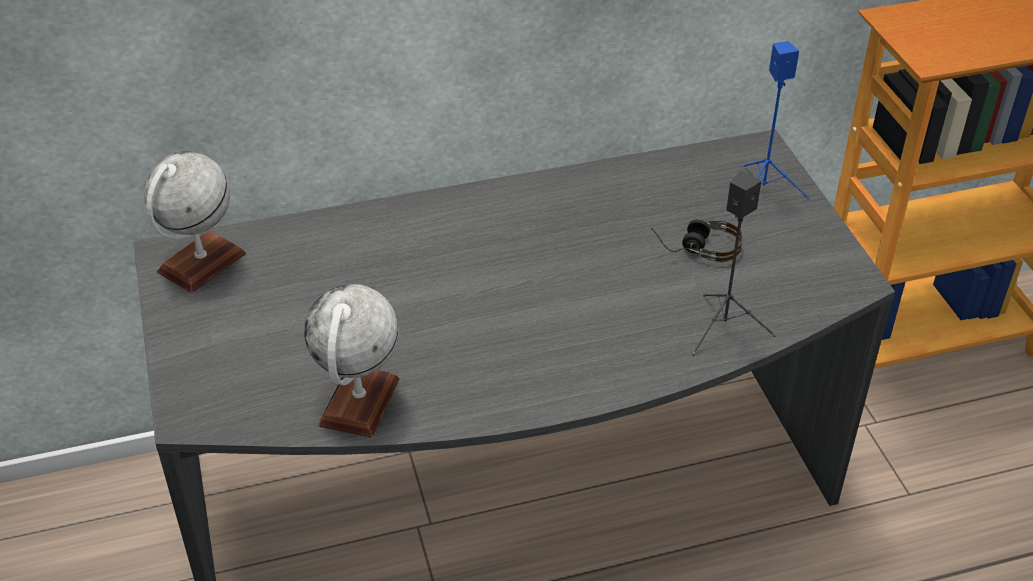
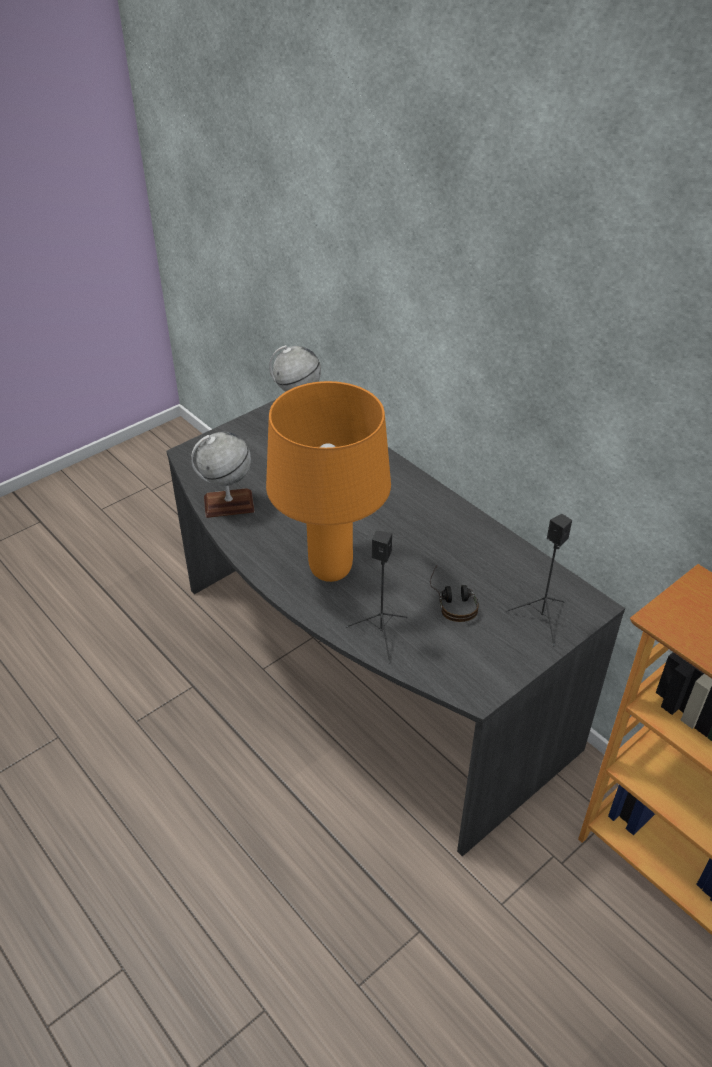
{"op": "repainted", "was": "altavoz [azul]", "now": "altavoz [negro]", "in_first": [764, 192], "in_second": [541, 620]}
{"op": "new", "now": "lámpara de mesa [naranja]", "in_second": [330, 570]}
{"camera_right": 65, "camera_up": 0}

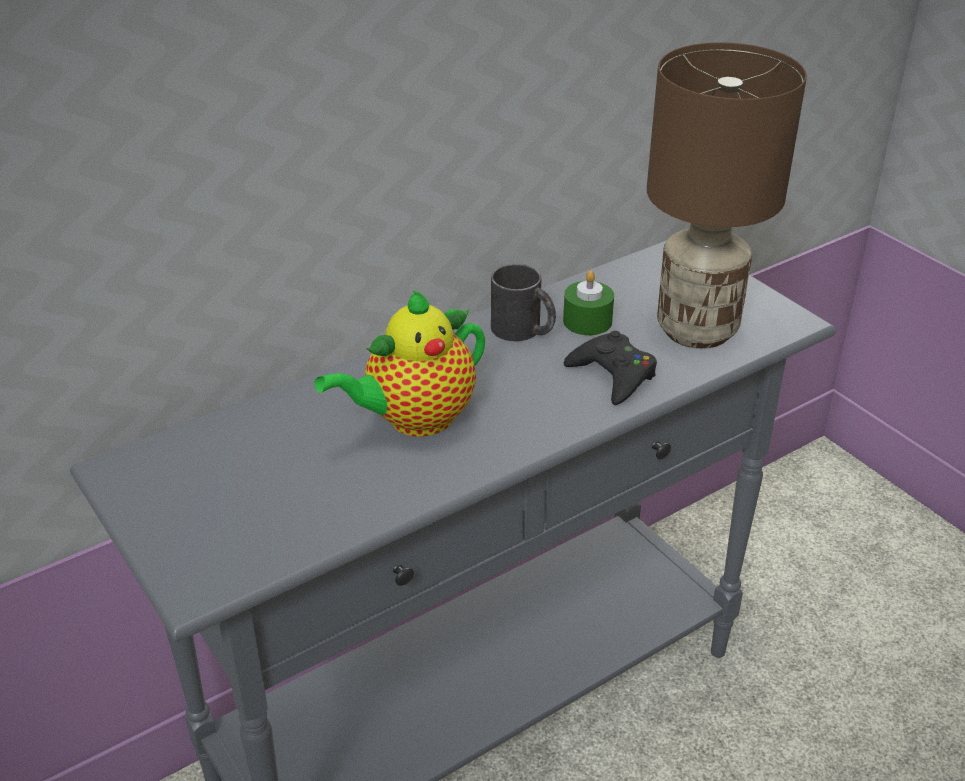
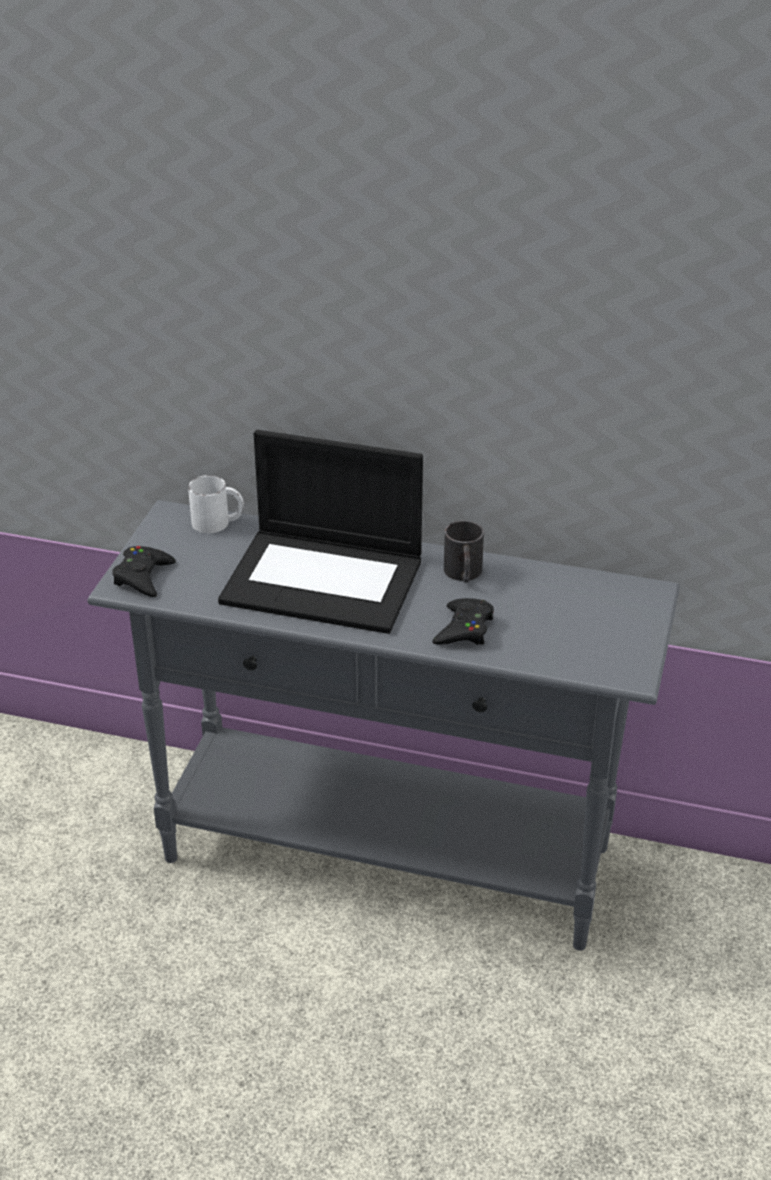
{"op": "swapped", "was": "tetera", "now": "portátil", "in_first": [414, 420], "in_second": [325, 580]}
{"op": "gone", "was": "vela [verde]", "in_first": [587, 321]}
{"op": "gone", "was": "lámpara de mesa [marrón]", "in_first": [697, 329]}
{"op": "new", "now": "mando de consola [negro]", "in_second": [143, 577]}
{"op": "new", "now": "taza grande [blanco]", "in_second": [218, 522]}
{"camera_right": 50, "camera_up": 0}

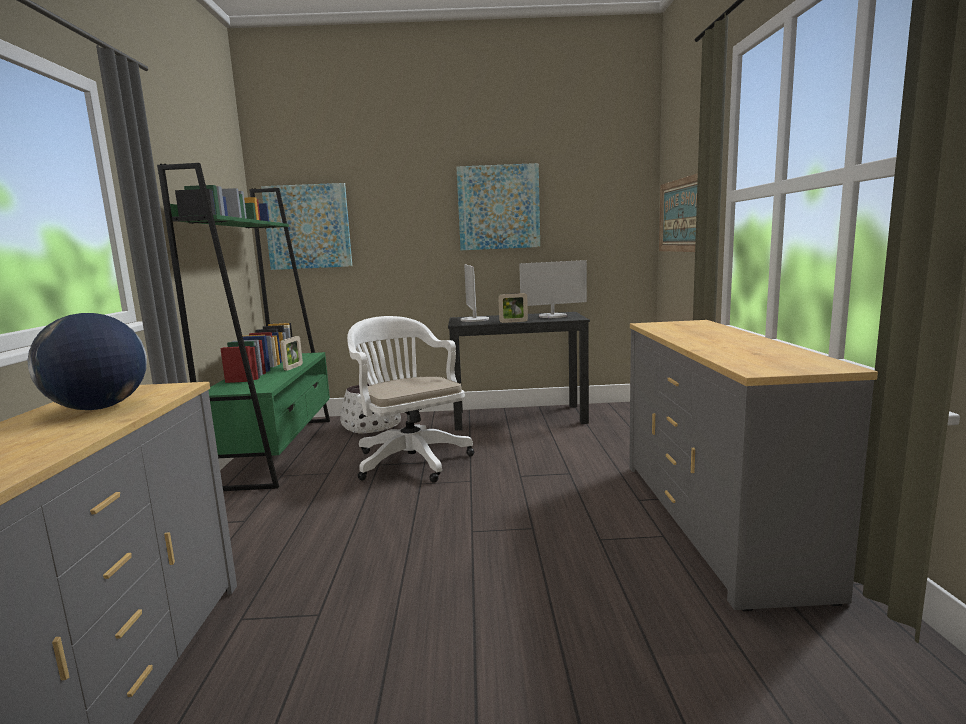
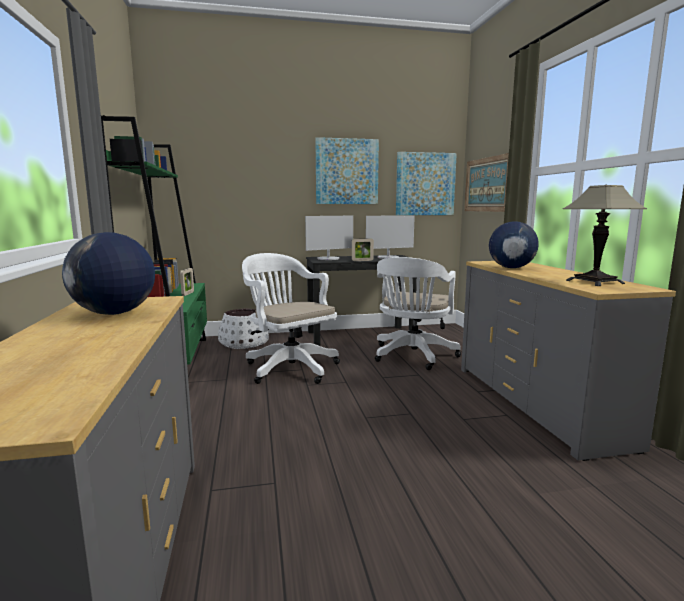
{"op": "shifted", "was": "cuadro", "in_first": [308, 227], "in_second": [425, 184]}
{"op": "rotated", "was": "monitor", "in_first": [474, 319], "in_second": [328, 258], "clockwise": -105}
{"op": "new", "now": "silla de oficina [blanco]", "in_second": [412, 356]}
{"op": "new", "now": "globo terráqueo", "in_second": [511, 268]}
{"op": "new", "now": "lámpara de mesa", "in_second": [594, 282]}
{"camera_right": -10, "camera_up": 0}

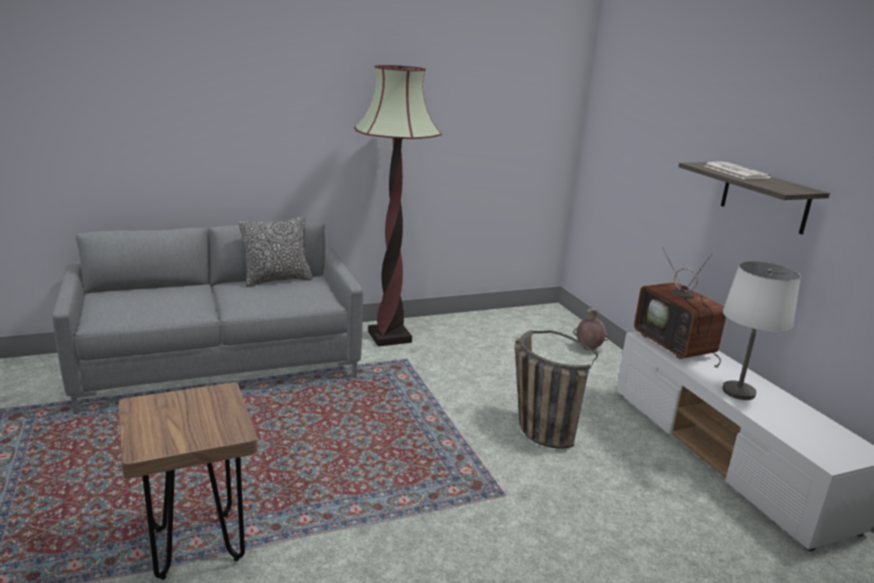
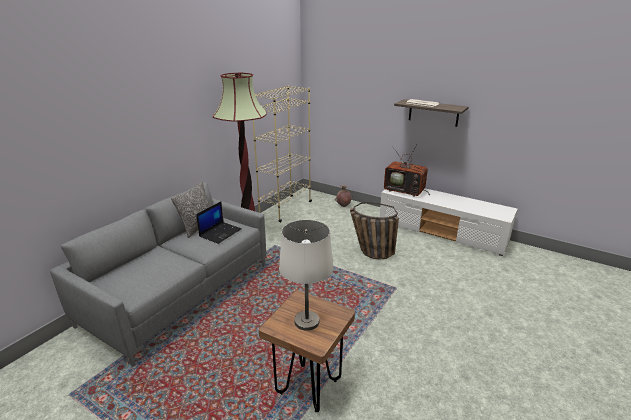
{"op": "shifted", "was": "lámpara de mesa [blanco]", "in_first": [739, 392], "in_second": [307, 321]}
{"op": "new", "now": "portátil", "in_second": [220, 232]}
{"op": "new", "now": "estantería [beis]", "in_second": [285, 208]}
{"camera_right": -35, "camera_up": 5}

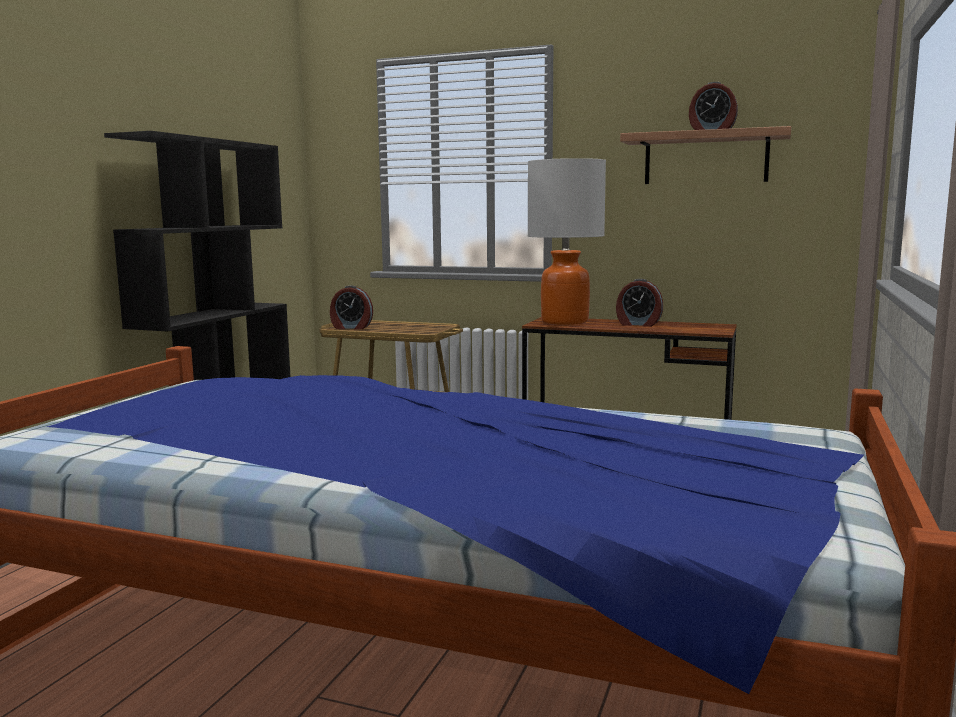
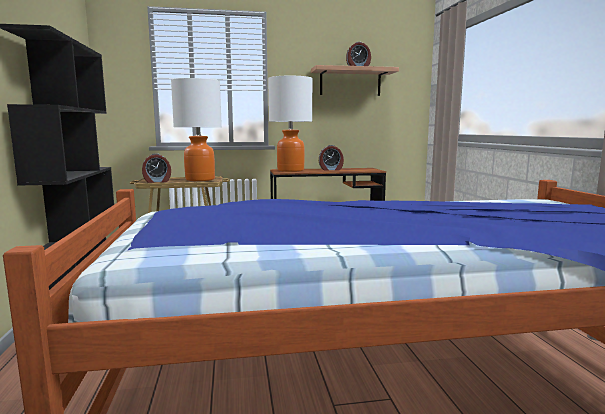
{"op": "new", "now": "lámpara de mesa", "in_second": [200, 179]}
{"camera_right": -30, "camera_up": 0}

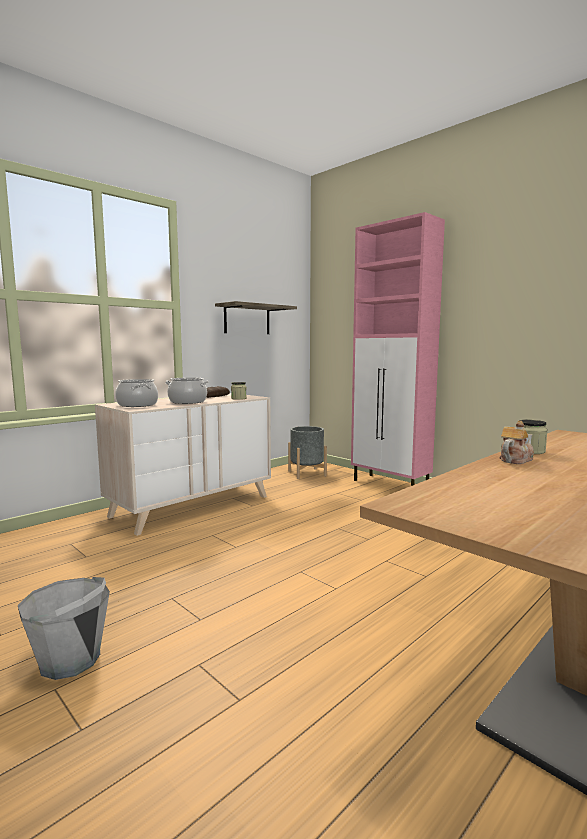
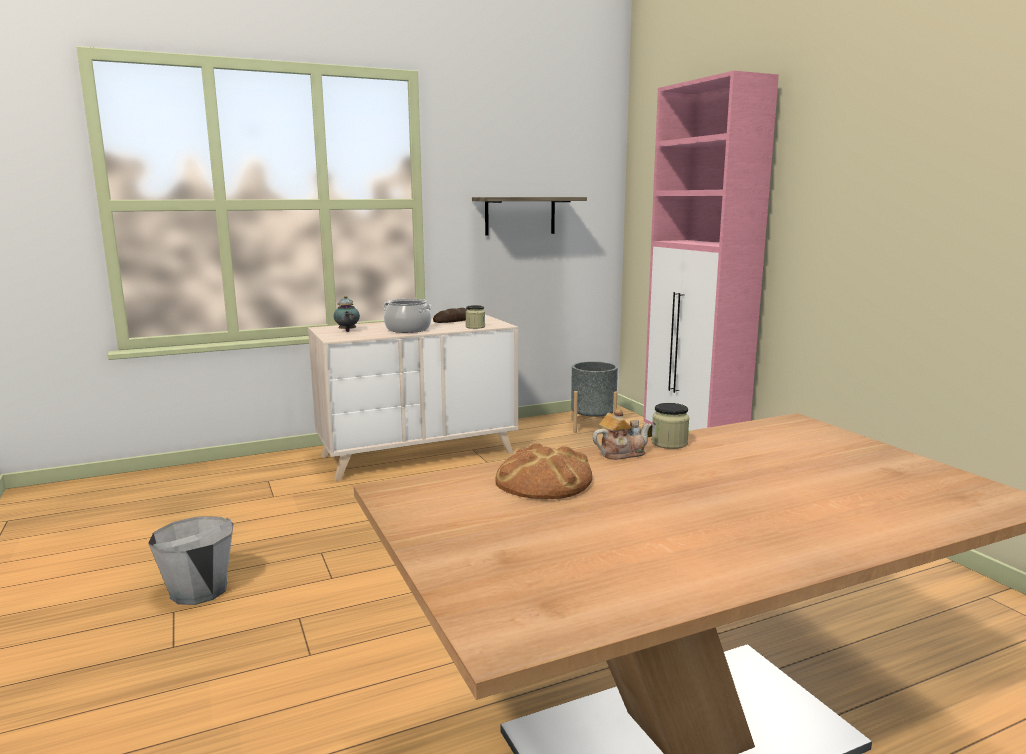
{"op": "swapped", "was": "olla", "now": "tetera", "in_first": [137, 405], "in_second": [347, 331]}
{"op": "new", "now": "pan", "in_second": [544, 481]}
{"camera_right": 20, "camera_up": 5}

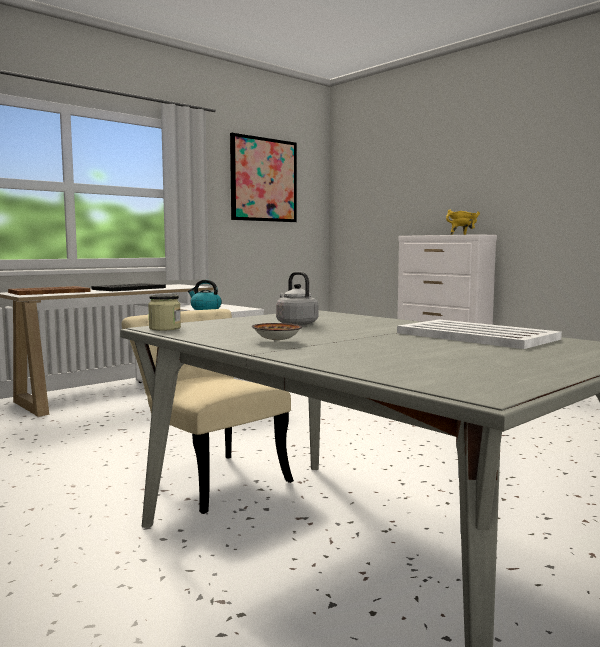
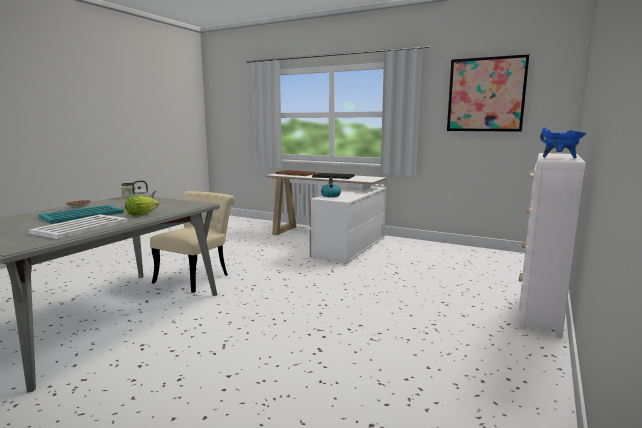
{"op": "repainted", "was": "olla [amarillo]", "now": "olla [azul]", "in_first": [463, 234], "in_second": [559, 158]}
{"op": "new", "now": "bandeja [turquesa]", "in_second": [83, 215]}
{"op": "new", "now": "lechuga", "in_second": [143, 214]}
{"camera_right": 70, "camera_up": 5}

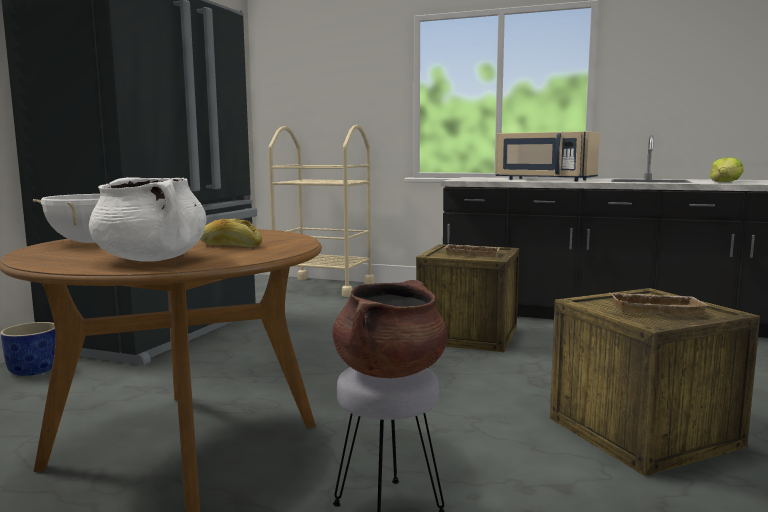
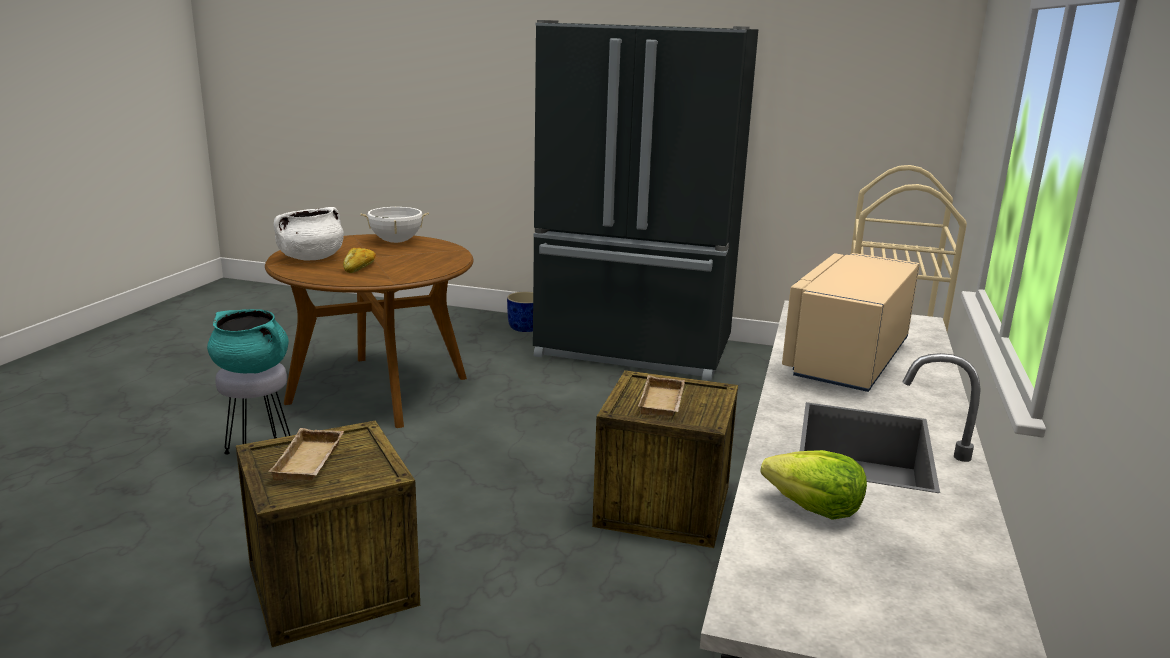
{"op": "repainted", "was": "olla [marrón]", "now": "olla [turquesa]", "in_first": [390, 371], "in_second": [251, 369]}
{"camera_right": 85, "camera_up": 10}

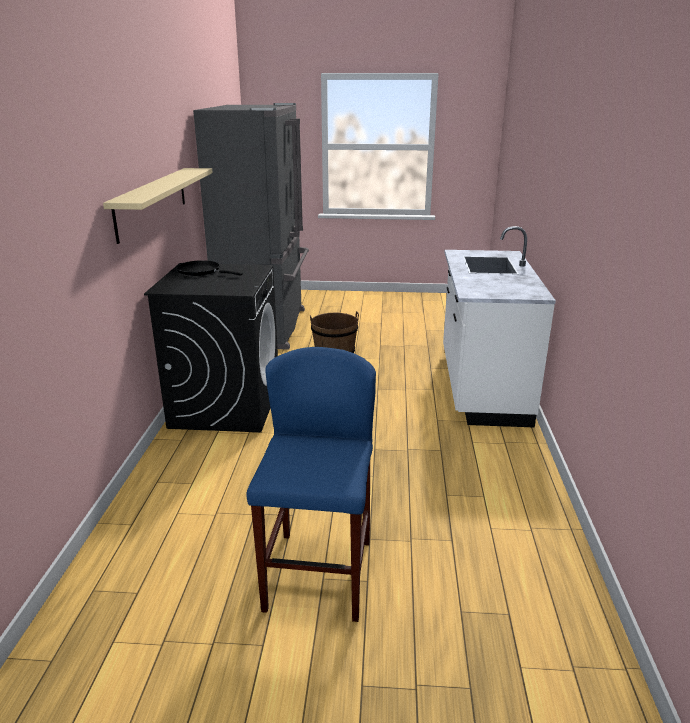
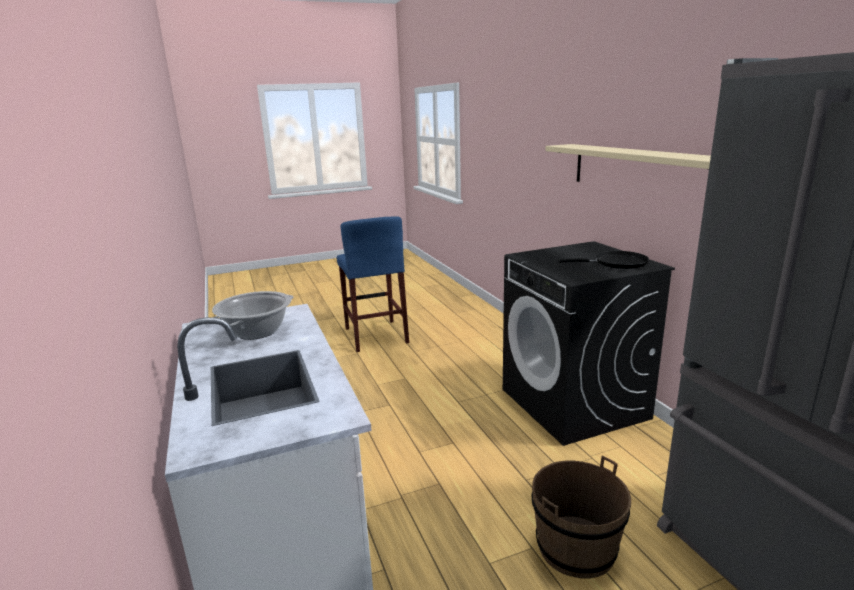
{"op": "new", "now": "olla", "in_second": [256, 331]}
{"camera_right": 155, "camera_up": -5}

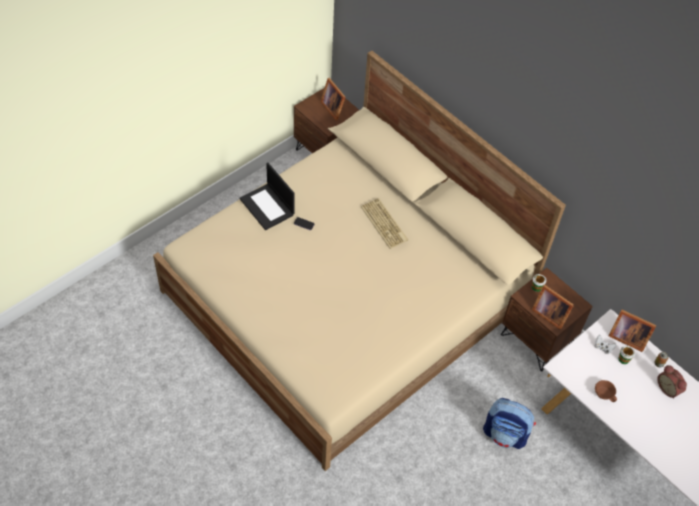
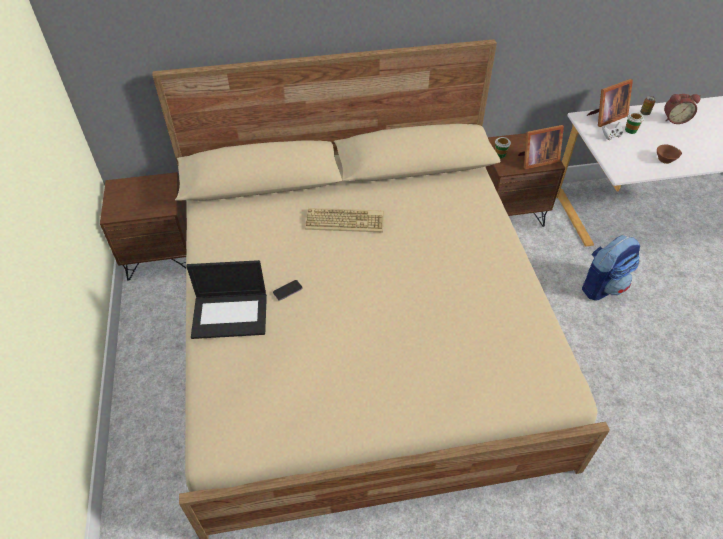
{"op": "gone", "was": "portarretratos", "in_first": [333, 108]}
{"camera_right": -55, "camera_up": -5}

